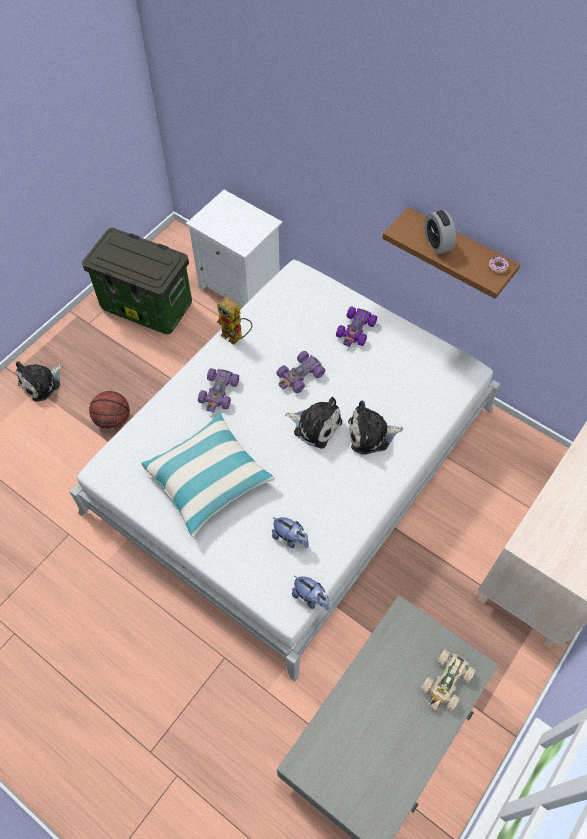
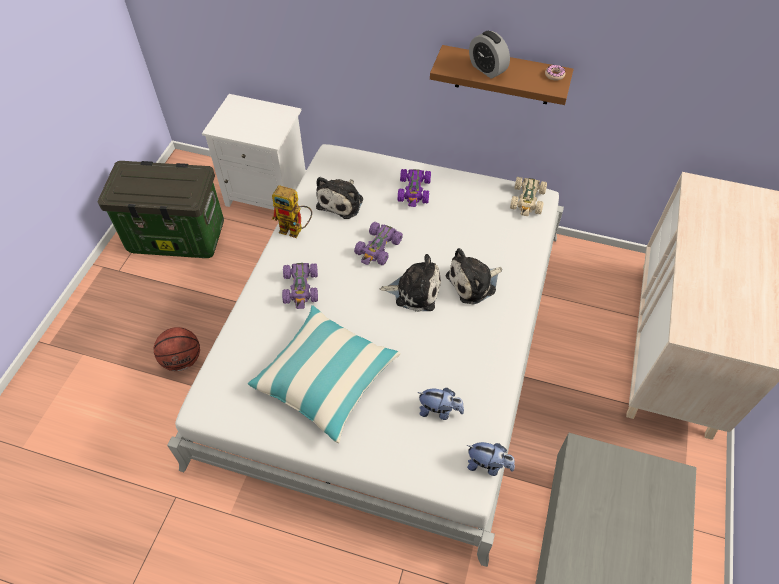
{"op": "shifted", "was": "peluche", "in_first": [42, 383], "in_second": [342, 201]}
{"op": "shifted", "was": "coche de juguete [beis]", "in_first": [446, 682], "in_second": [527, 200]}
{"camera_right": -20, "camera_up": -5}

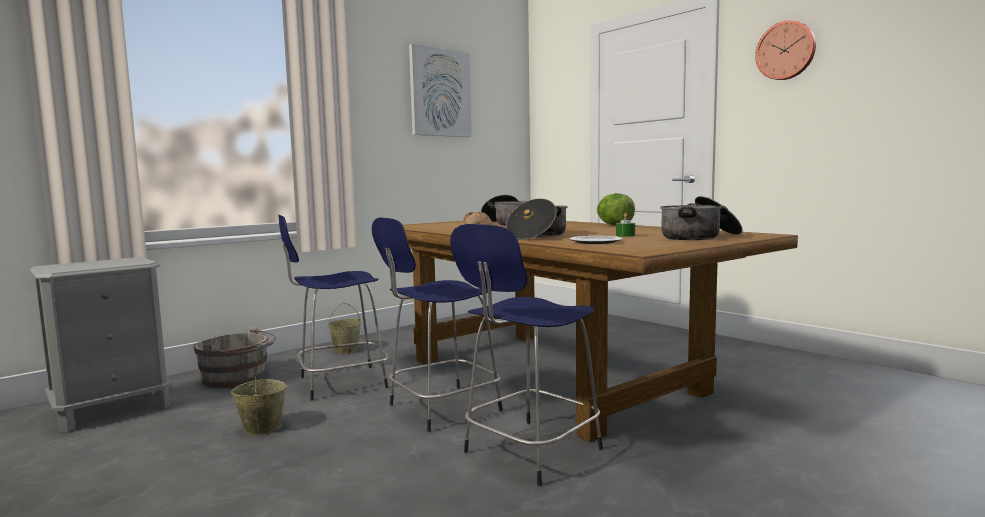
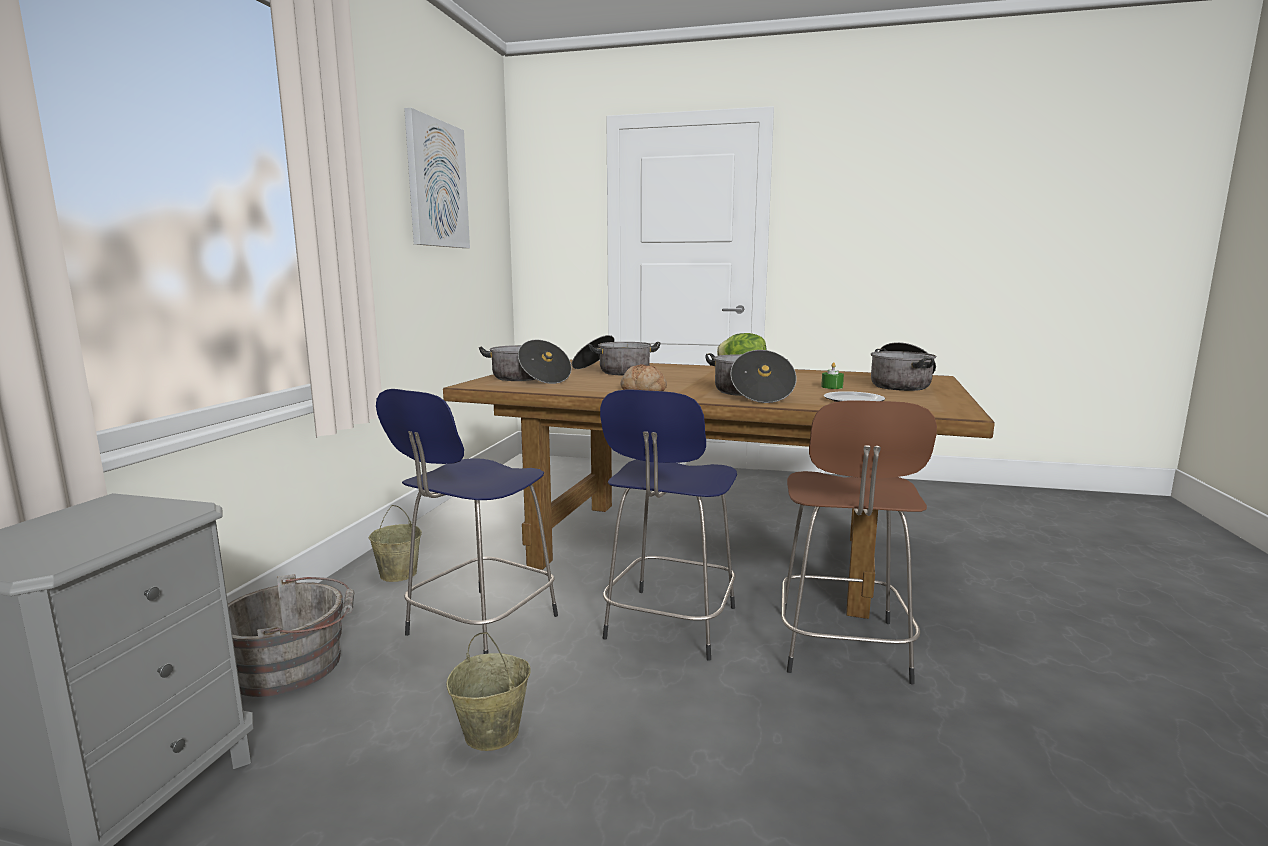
{"op": "repainted", "was": "taburete [azul]", "now": "taburete [marrón]", "in_first": [529, 452], "in_second": [842, 649]}
{"op": "gone", "was": "reloj de pared", "in_first": [786, 51]}
{"op": "new", "now": "olla", "in_second": [528, 379]}
{"camera_right": -35, "camera_up": 5}

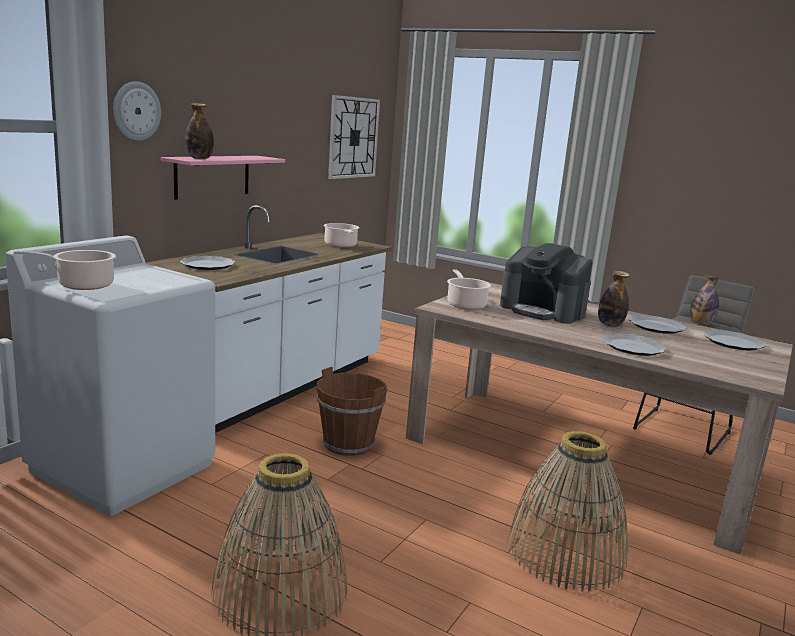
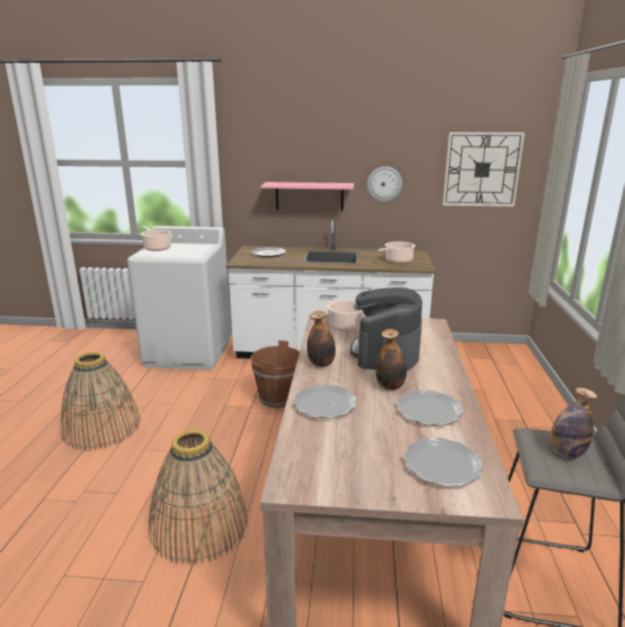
{"op": "shifted", "was": "reloj de pared", "in_first": [136, 111], "in_second": [384, 184]}
{"op": "shifted", "was": "botella", "in_first": [199, 158], "in_second": [321, 364]}
{"camera_right": 65, "camera_up": 5}

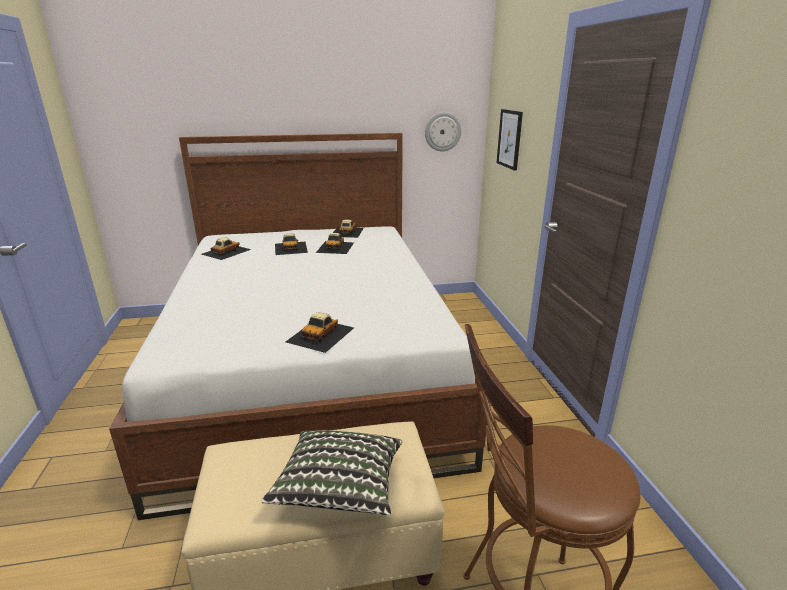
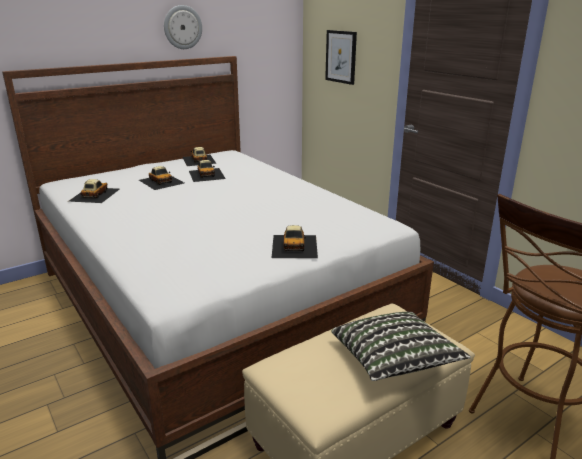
{"op": "shifted", "was": "reloj de pared", "in_first": [442, 131], "in_second": [182, 27]}
{"camera_right": -25, "camera_up": 0}

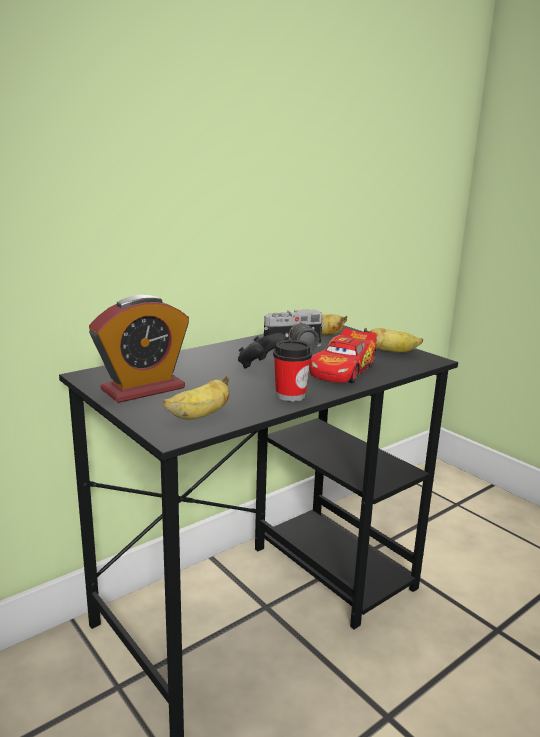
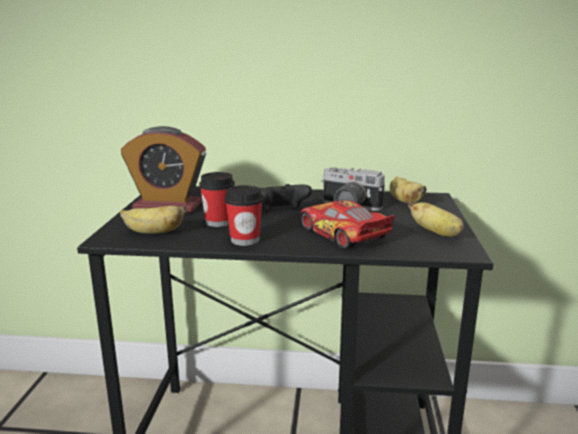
{"op": "rotated", "was": "coche de juguete", "in_first": [343, 370], "in_second": [342, 234], "clockwise": 75}
{"op": "new", "now": "taza", "in_second": [218, 222]}
{"camera_right": 45, "camera_up": 0}

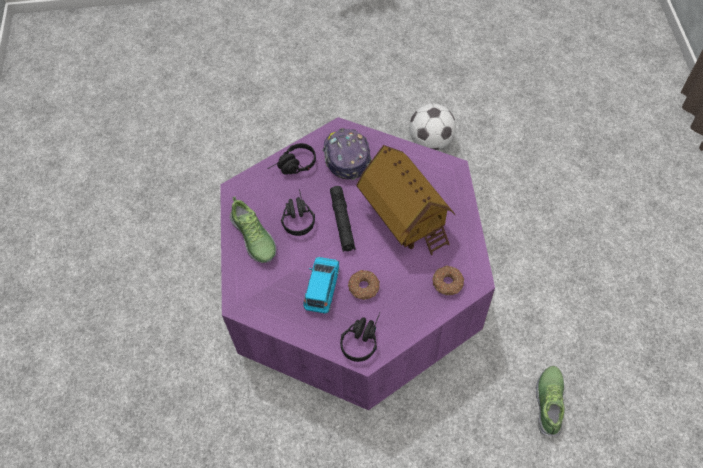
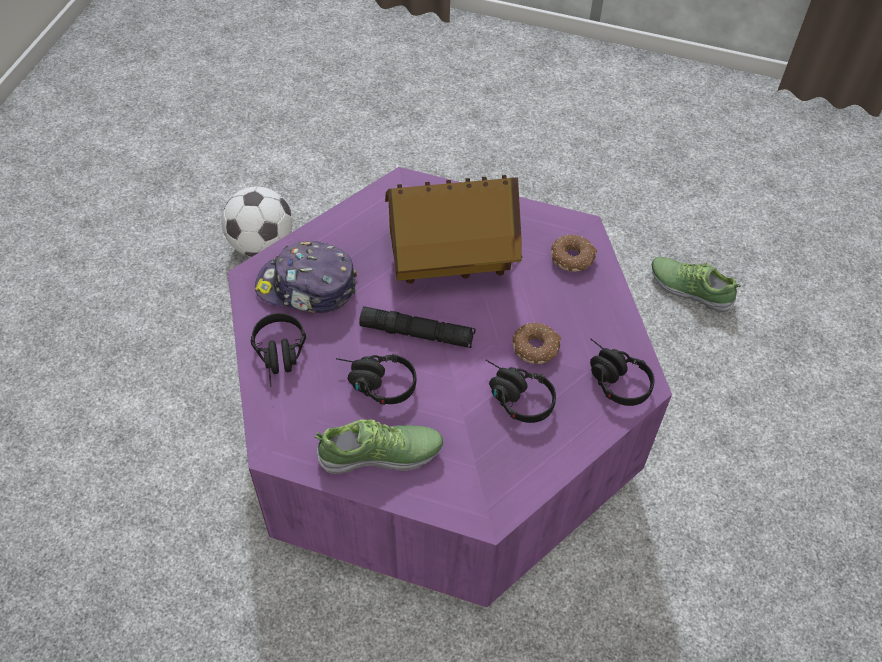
{"op": "swapped", "was": "coche de juguete [azul]", "now": "auriculares [negro]", "in_first": [322, 288], "in_second": [513, 396]}
{"camera_right": -70, "camera_up": -5}

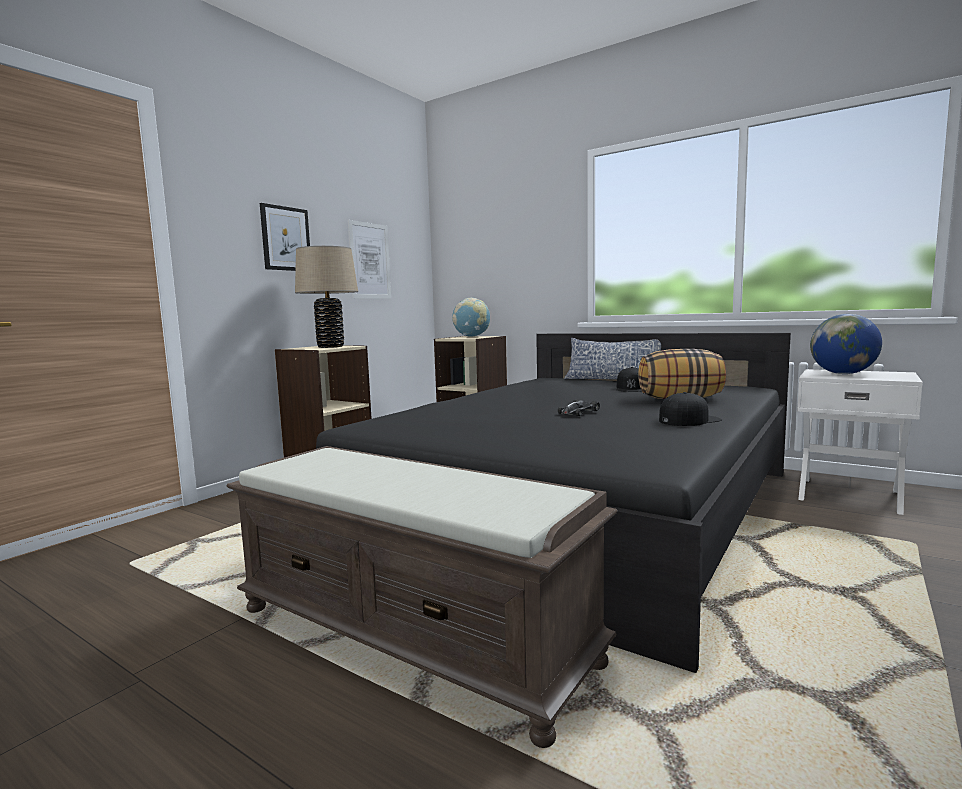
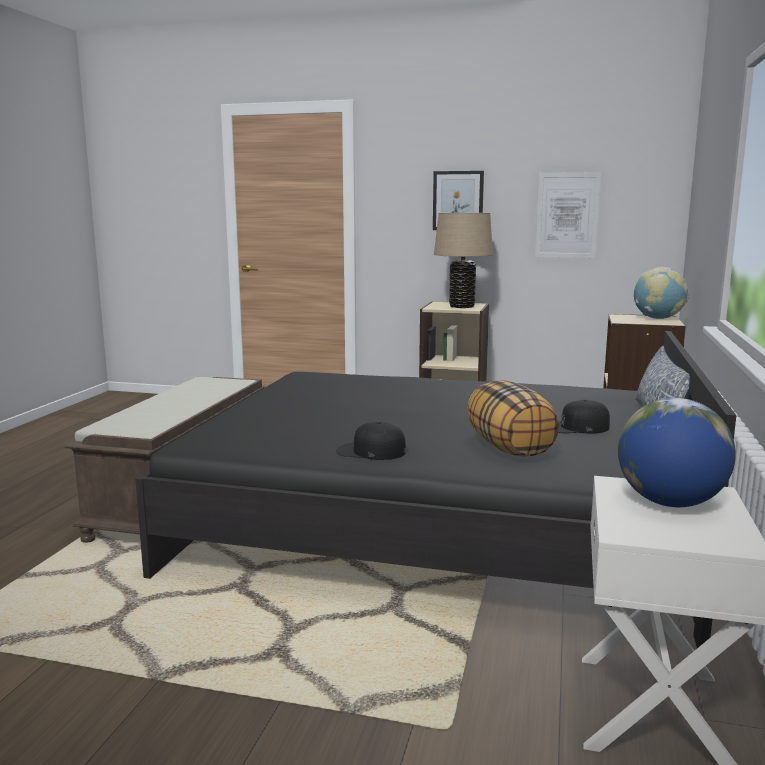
{"op": "gone", "was": "coche de juguete", "in_first": [578, 412]}
{"op": "rotated", "was": "gorra [negro]", "in_first": [689, 420], "in_second": [370, 451], "clockwise": 150}
{"camera_right": 70, "camera_up": 5}

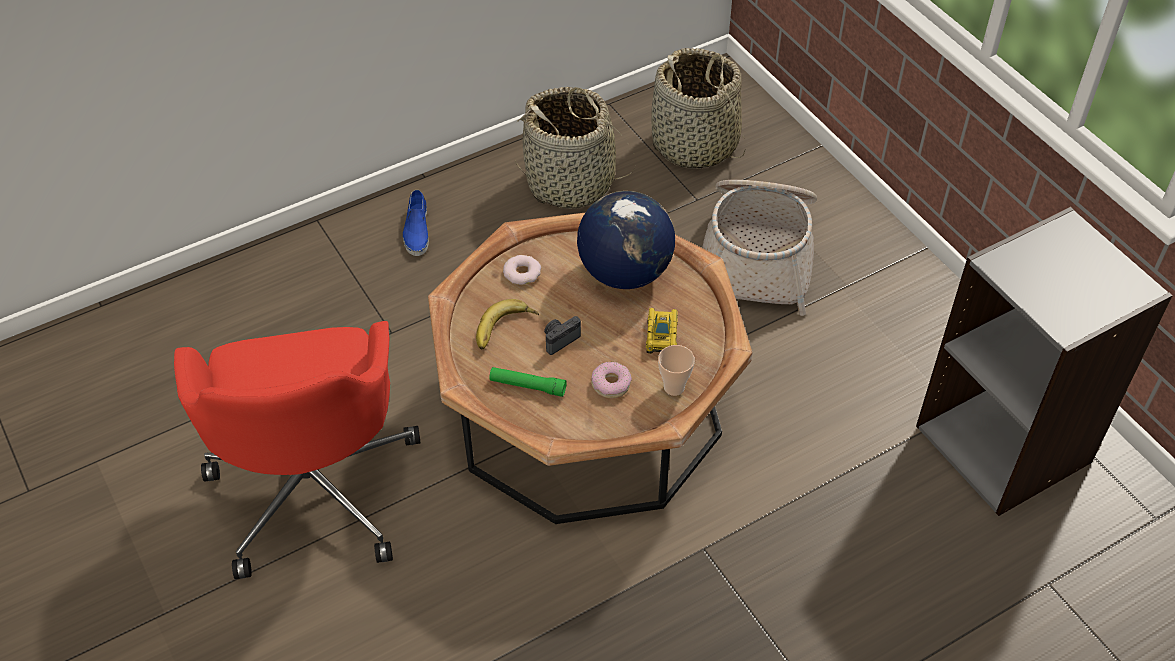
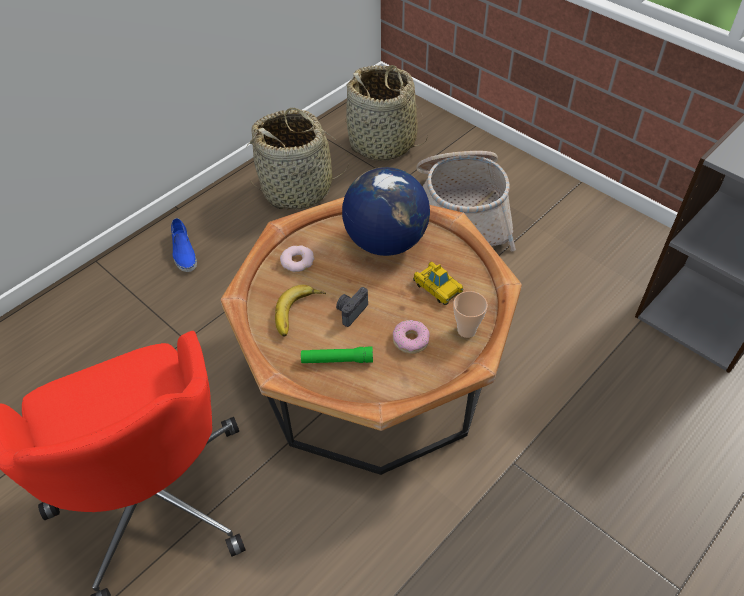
{"op": "rotated", "was": "coche de juguete", "in_first": [661, 335], "in_second": [437, 287], "clockwise": 150}
{"camera_right": -15, "camera_up": 0}

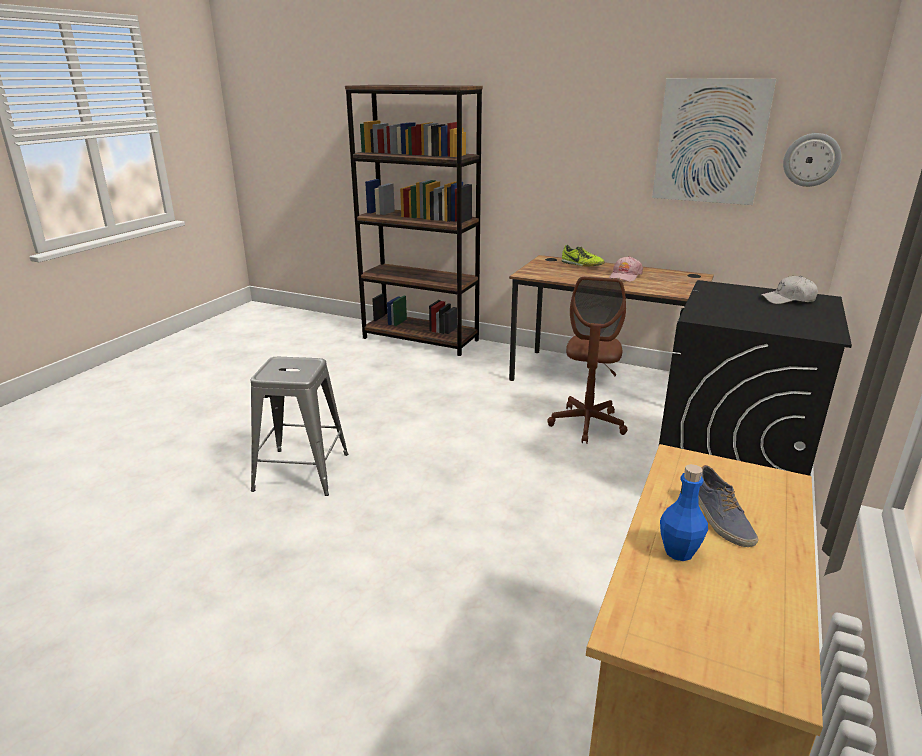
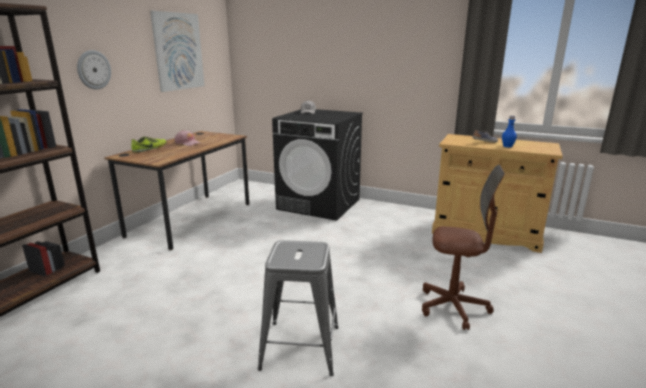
{"op": "shifted", "was": "silla de oficina [marrón]", "in_first": [587, 424], "in_second": [453, 307]}
{"op": "shifted", "was": "reloj de pared", "in_first": [811, 160], "in_second": [93, 70]}
{"camera_right": -90, "camera_up": -5}

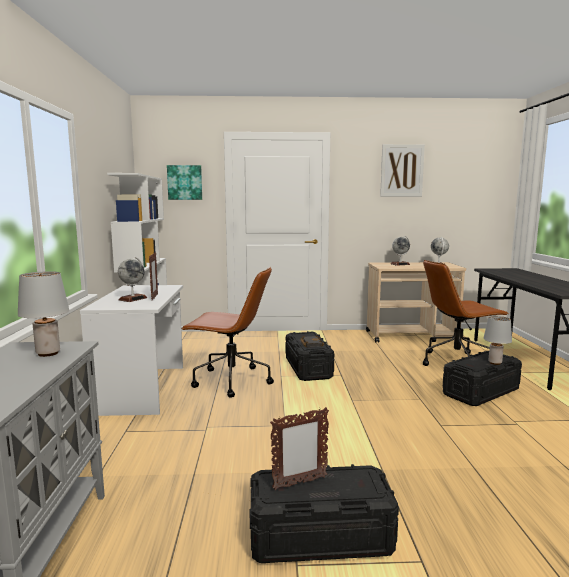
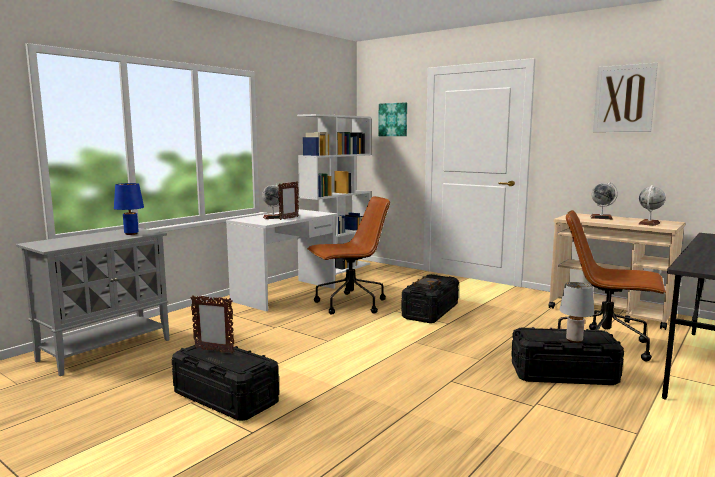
{"op": "repainted", "was": "lámpara de mesa [gris]", "now": "lámpara de mesa [azul]", "in_first": [48, 353], "in_second": [131, 234]}
{"op": "rotated", "was": "silla de oficina [marrón]", "in_first": [230, 381], "in_second": [349, 304], "clockwise": -75}
{"camera_right": 40, "camera_up": 0}

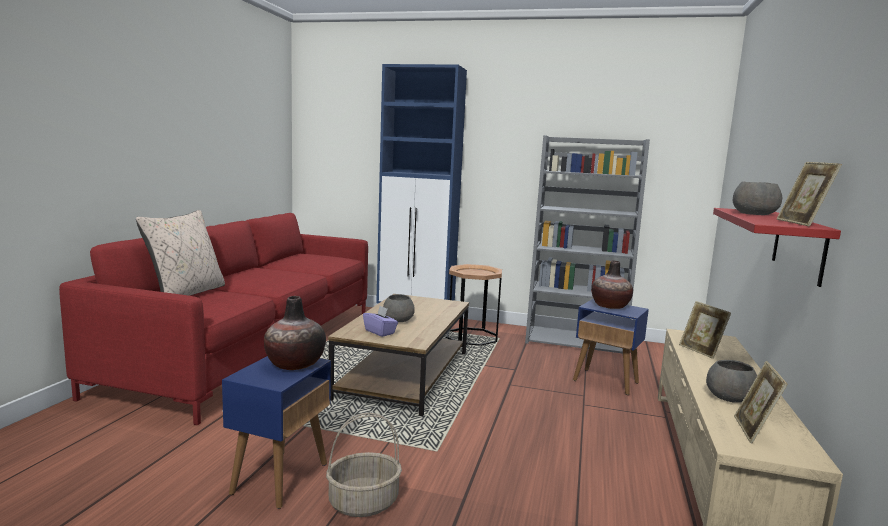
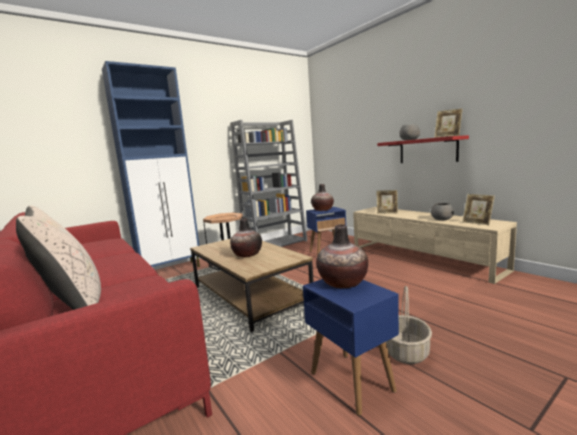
{"op": "gone", "was": "caja de pañuelos [morado]", "in_first": [380, 332]}
{"op": "swapped", "was": "cuenco [gris]", "now": "florero", "in_first": [398, 320], "in_second": [247, 254]}
{"camera_right": -50, "camera_up": 0}

